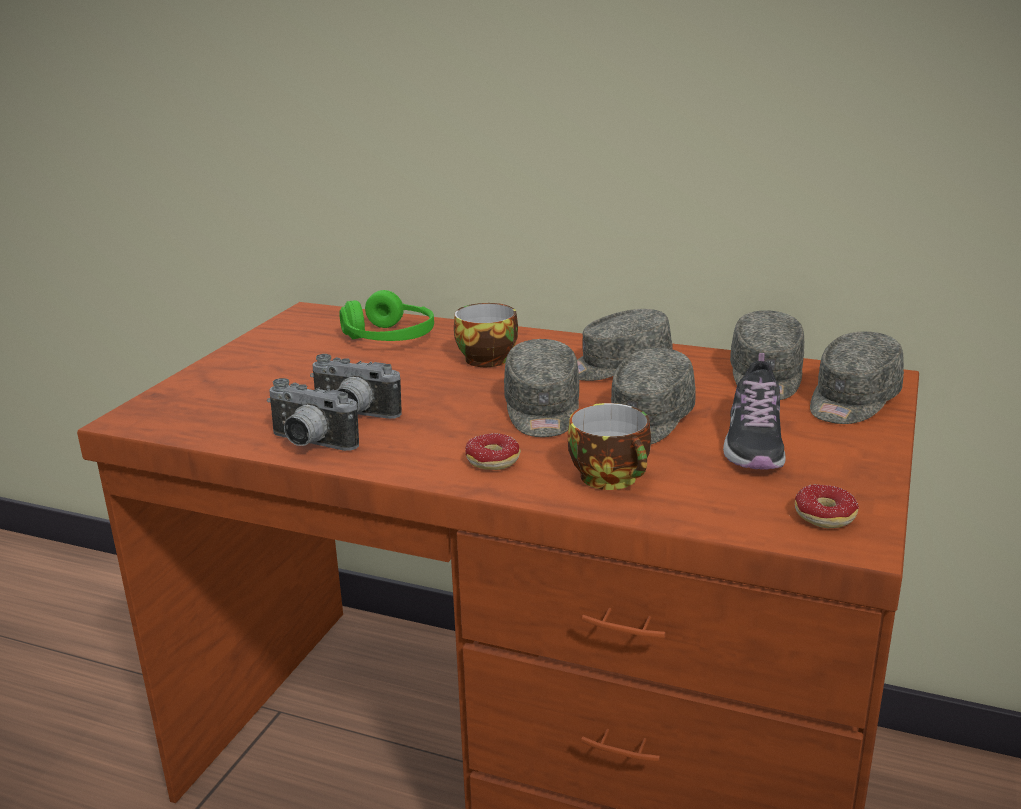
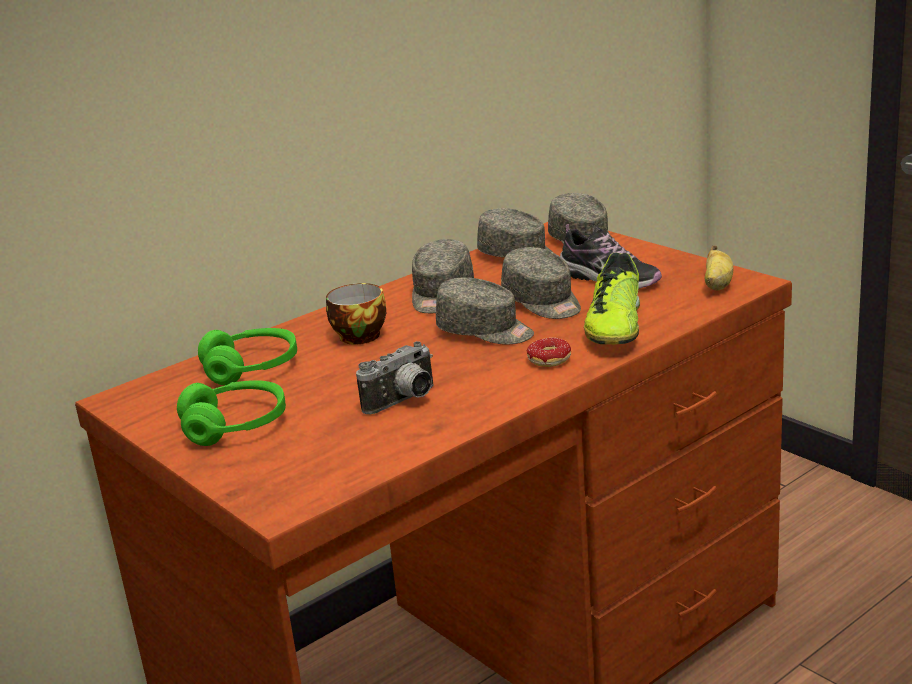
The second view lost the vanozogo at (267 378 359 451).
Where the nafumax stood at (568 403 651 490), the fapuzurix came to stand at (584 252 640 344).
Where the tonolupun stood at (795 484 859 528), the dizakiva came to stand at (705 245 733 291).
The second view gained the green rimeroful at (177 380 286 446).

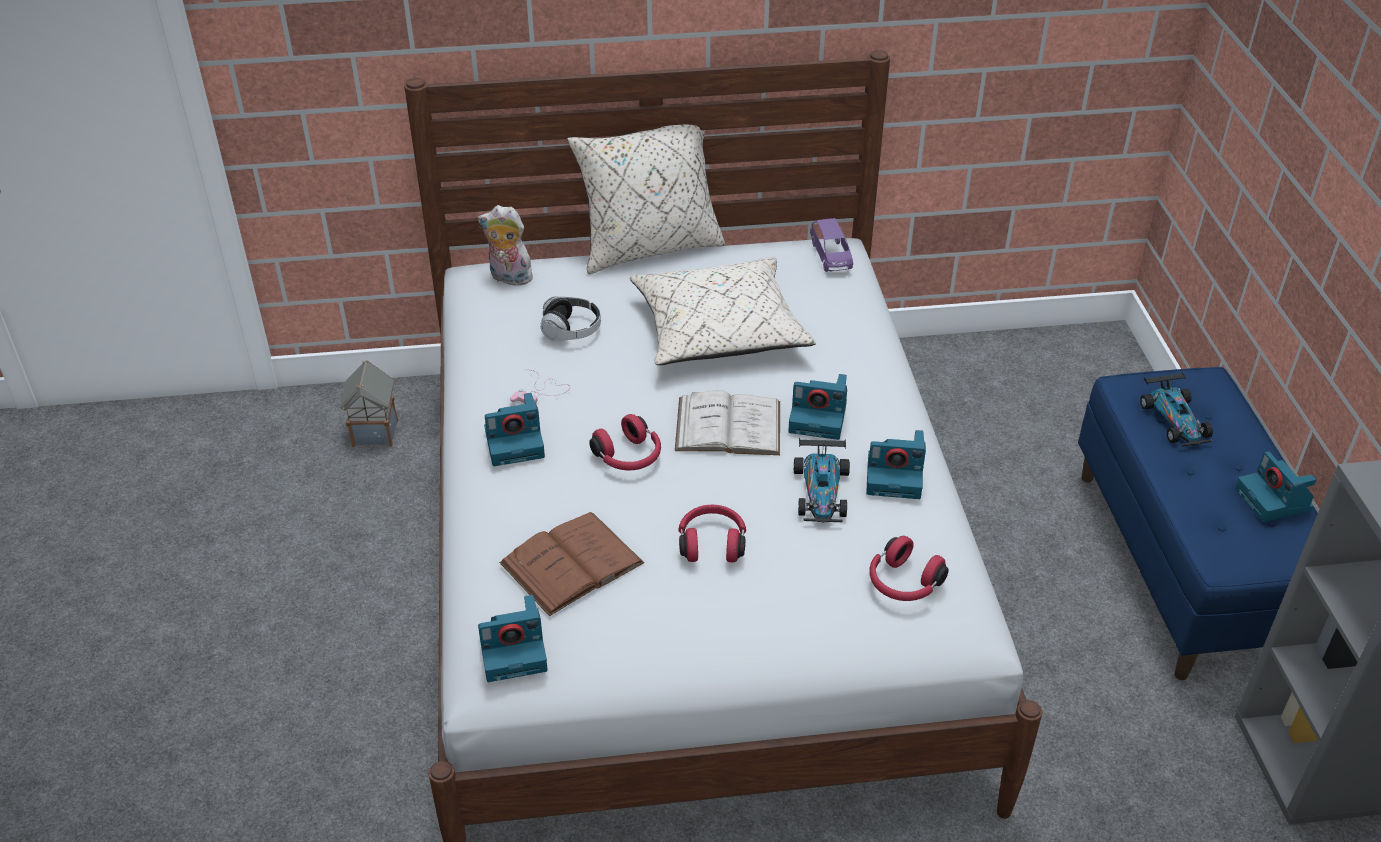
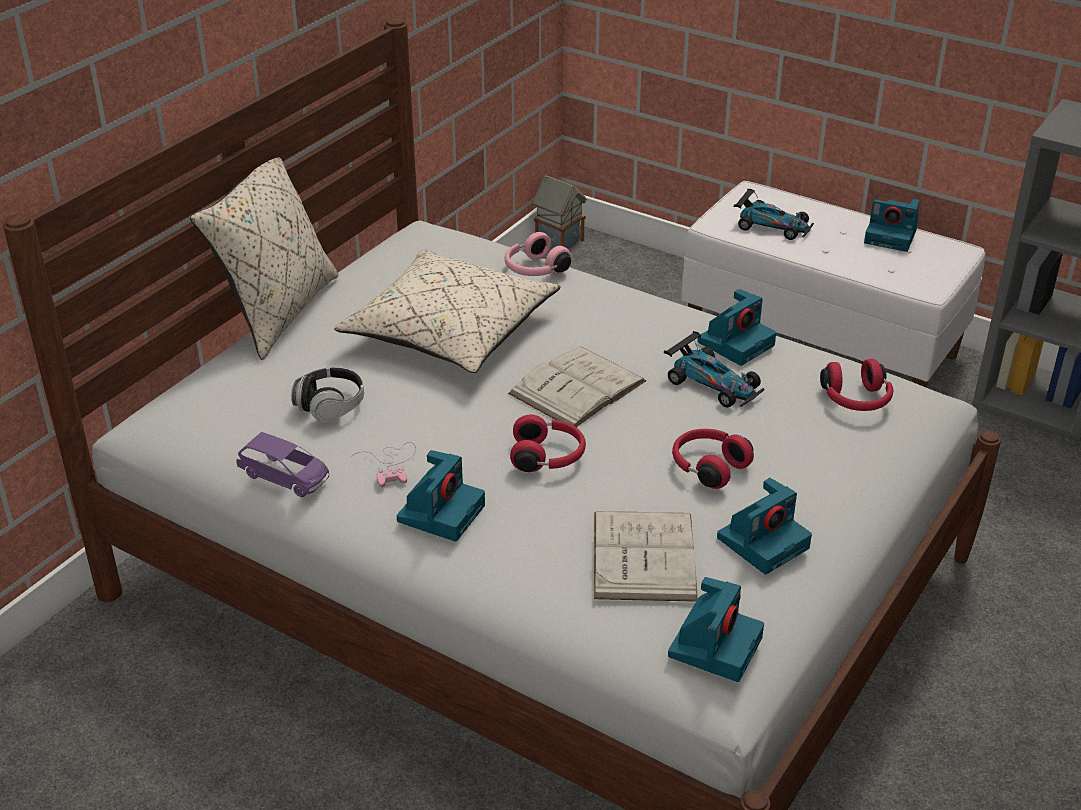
The second view lost the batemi at (478 205 535 286).
The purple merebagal ended up elsewhere, having gone from (810 218 853 272) to (236 432 329 497).
The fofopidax ended up elsewhere, having gone from (340 360 398 447) to (532 174 587 249).
What was the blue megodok at (1078 367 1318 680) turned into the white megodok at (681 181 985 387).
The vanozogo ended up elsewhere, having gone from (788 374 847 440) to (717 478 812 575).
What was the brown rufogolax at (499 512 644 616) turned into the white rufogolax at (594 511 698 602).
The second view gained the pink rimeroful at (504 232 571 276).

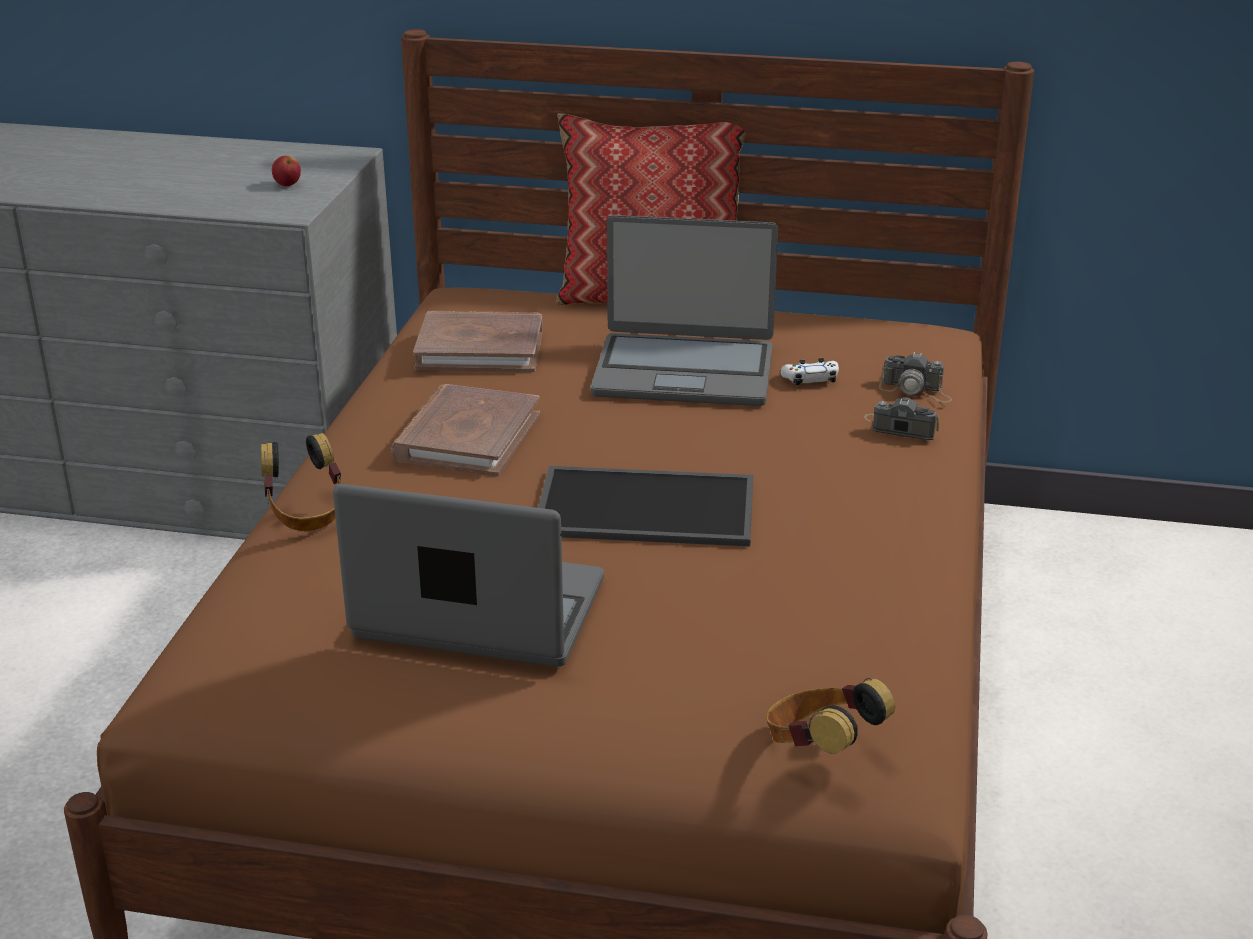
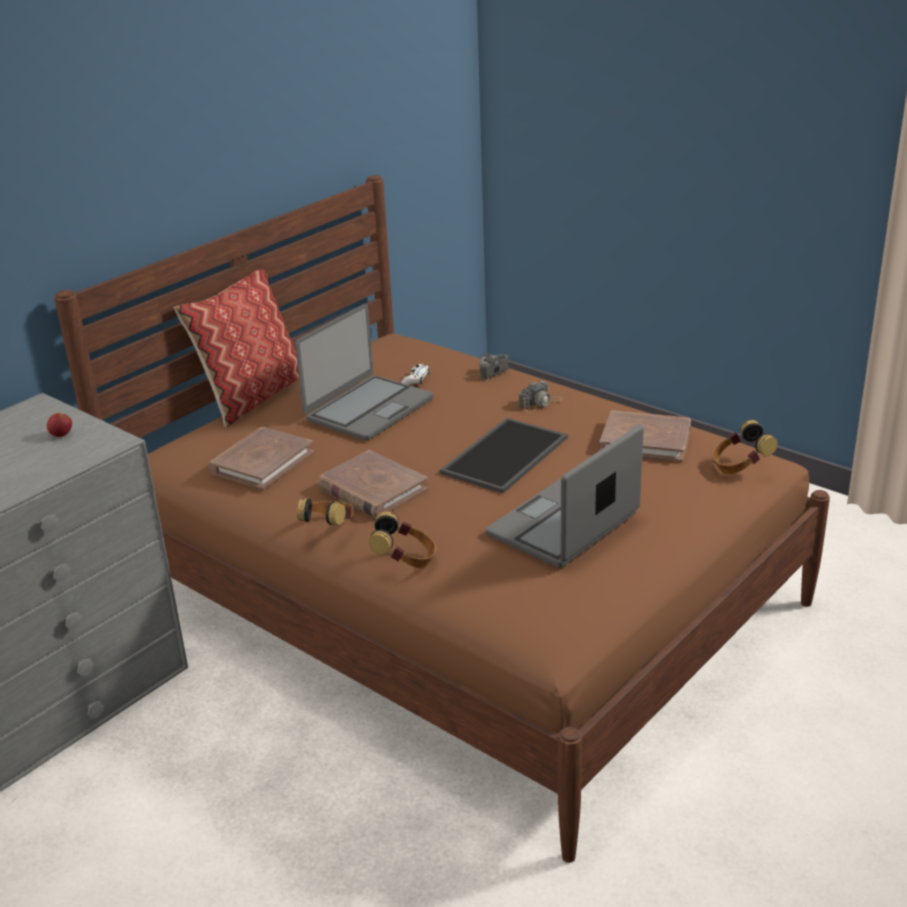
The vanozogo ended up elsewhere, having gone from (879 352 952 402) to (519 381 562 412).
The second view gained the brown rufogolax at (599 410 691 462).
The second view gained the rimeroful at (297 498 354 526).

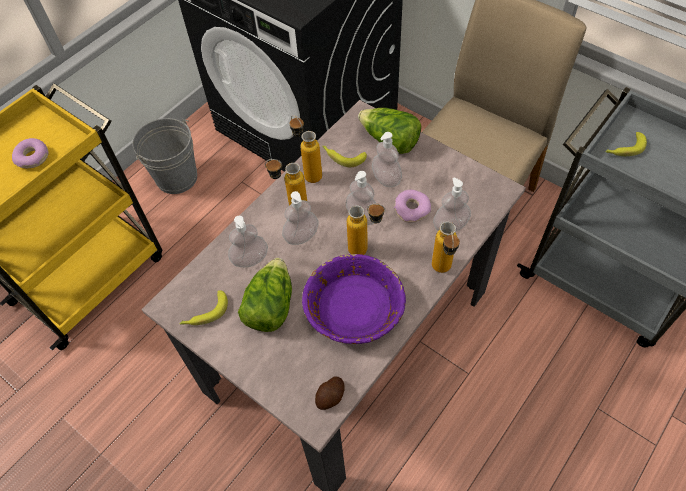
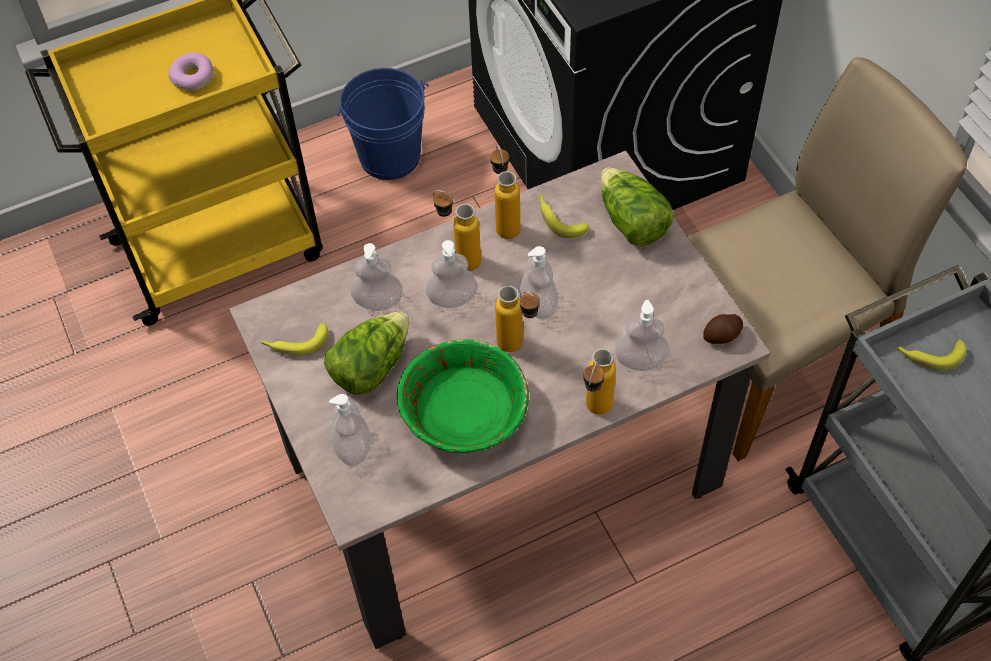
What was the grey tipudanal at (133 118 197 194) turned into the blue tipudanal at (337 68 429 180).
The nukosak ended up elsewhere, having gone from (372 132 402 187) to (329 394 370 466).
The second view lost the tonolupun at (394 190 431 223).
What was the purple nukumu at (302 254 406 344) turned into the green nukumu at (397 339 529 453).
The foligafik ended up elsewhere, having gone from (315 377 345 410) to (703 314 743 344).

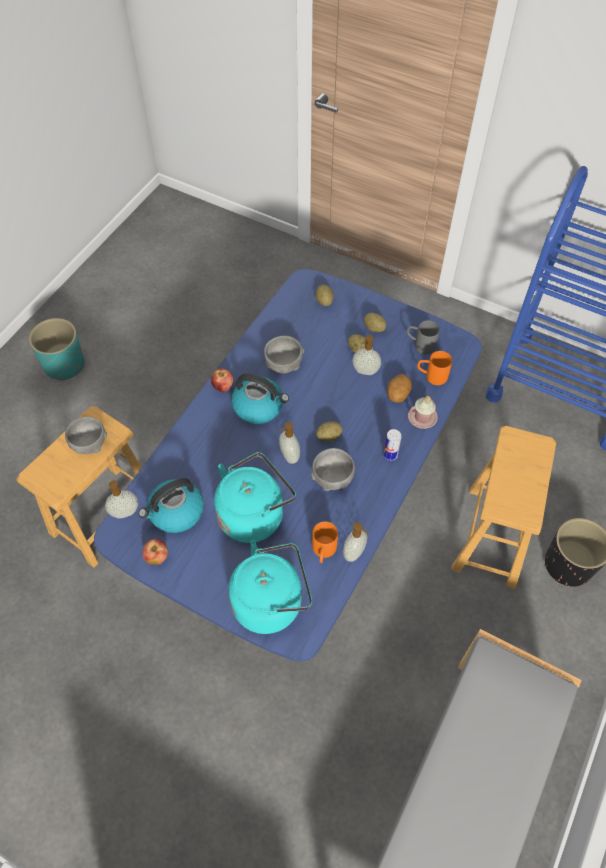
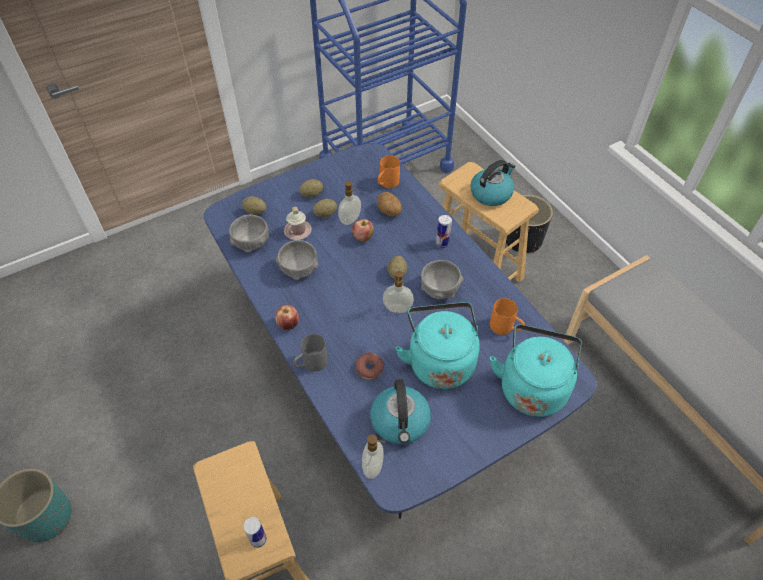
The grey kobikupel ended up elsewhere, having gone from (407 320 440 355) to (293 334 328 372).
The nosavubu ended up elsewhere, having gone from (231 374 289 424) to (471 160 516 206).
The pink kobikupel ended up elsewhere, having gone from (408 396 438 429) to (284 207 312 240).
The grey nukumu ended up elsewhere, having gone from (65 417 107 454) to (229 214 269 253).
The second view lost the nukosak at (343 522 368 562).
The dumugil ended up elsewhere, having gone from (142 539 168 565) to (352 219 374 242).
The second view gained the tonolupun at (355 352 384 379).
The second view gained the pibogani at (244 517 267 548).

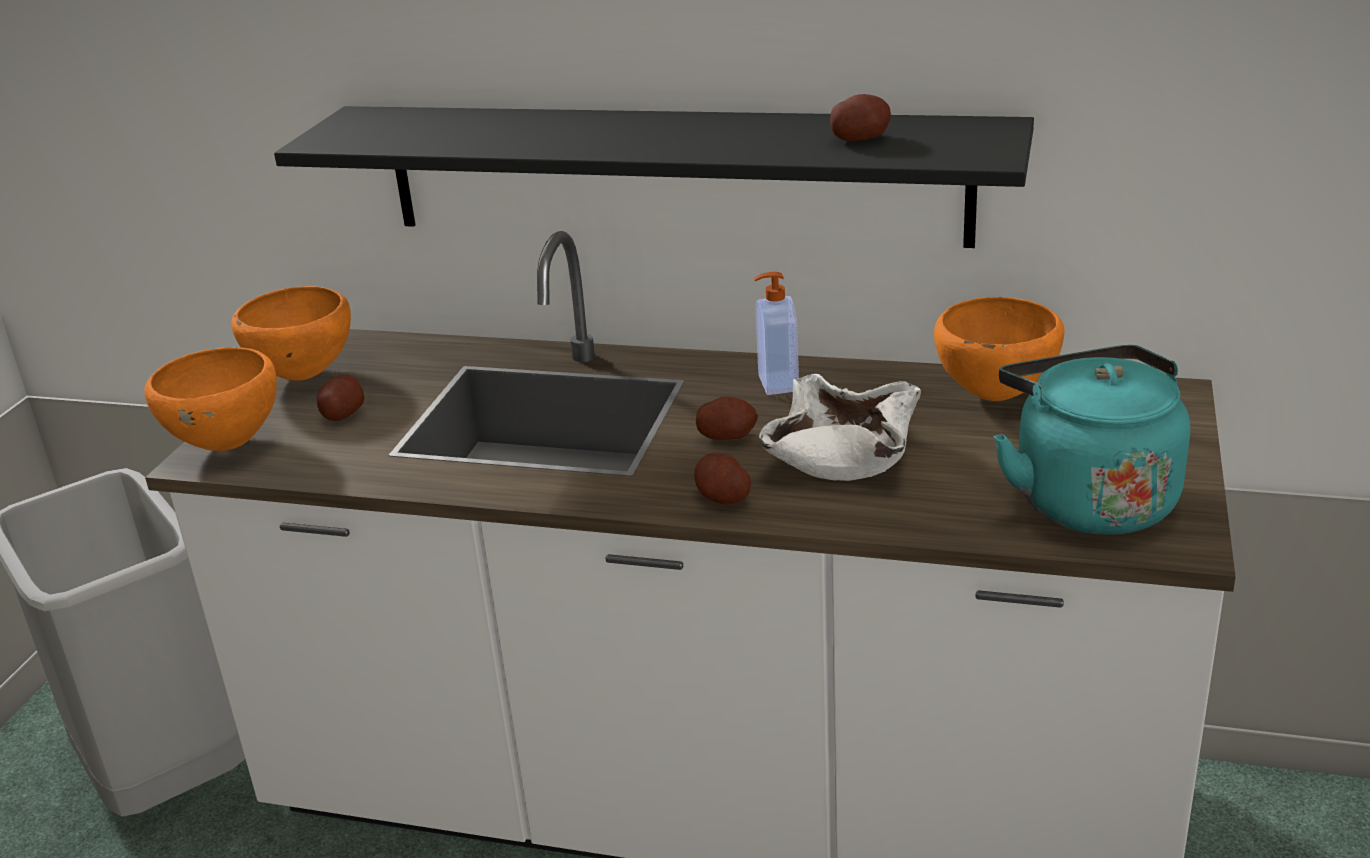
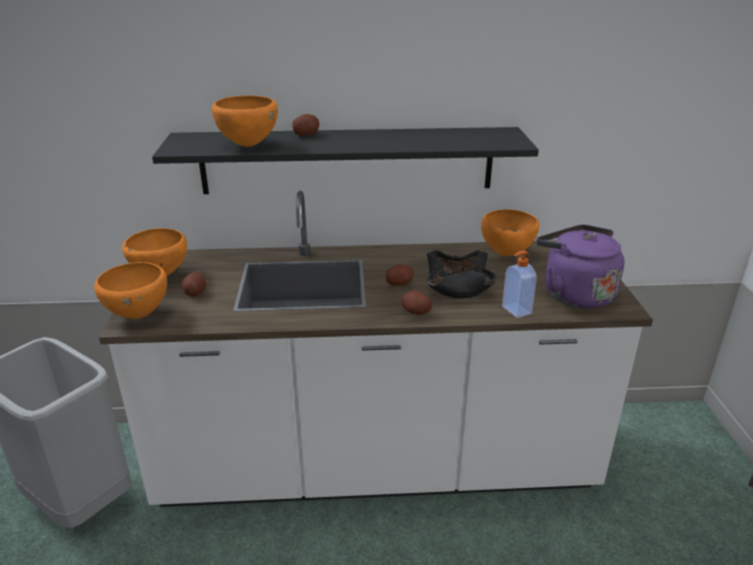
The foligafik ended up elsewhere, having gone from (830 94 891 141) to (292 114 319 136).
The nukosak ended up elsewhere, having gone from (754 272 799 395) to (502 251 537 318).
What was the turquoise nosavubu at (993 345 1190 535) turned into the purple nosavubu at (536 225 625 309).
What was the white nukumu at (759 374 921 481) turned into the black nukumu at (427 250 498 298).
The second view gained the orange nukumu at (212 96 278 147).

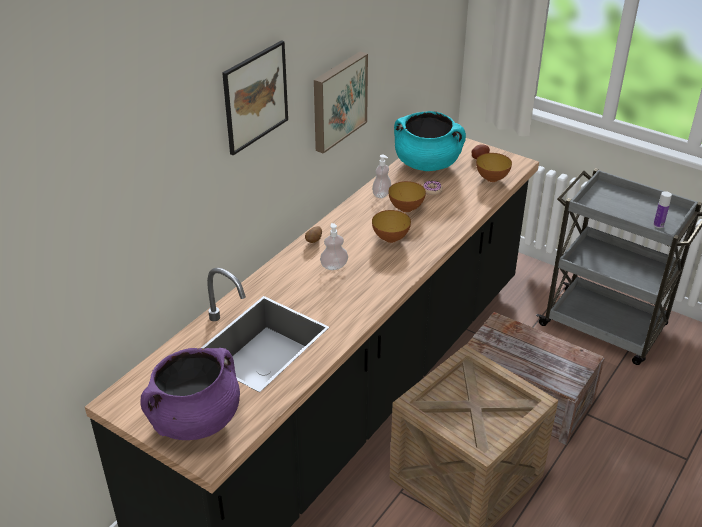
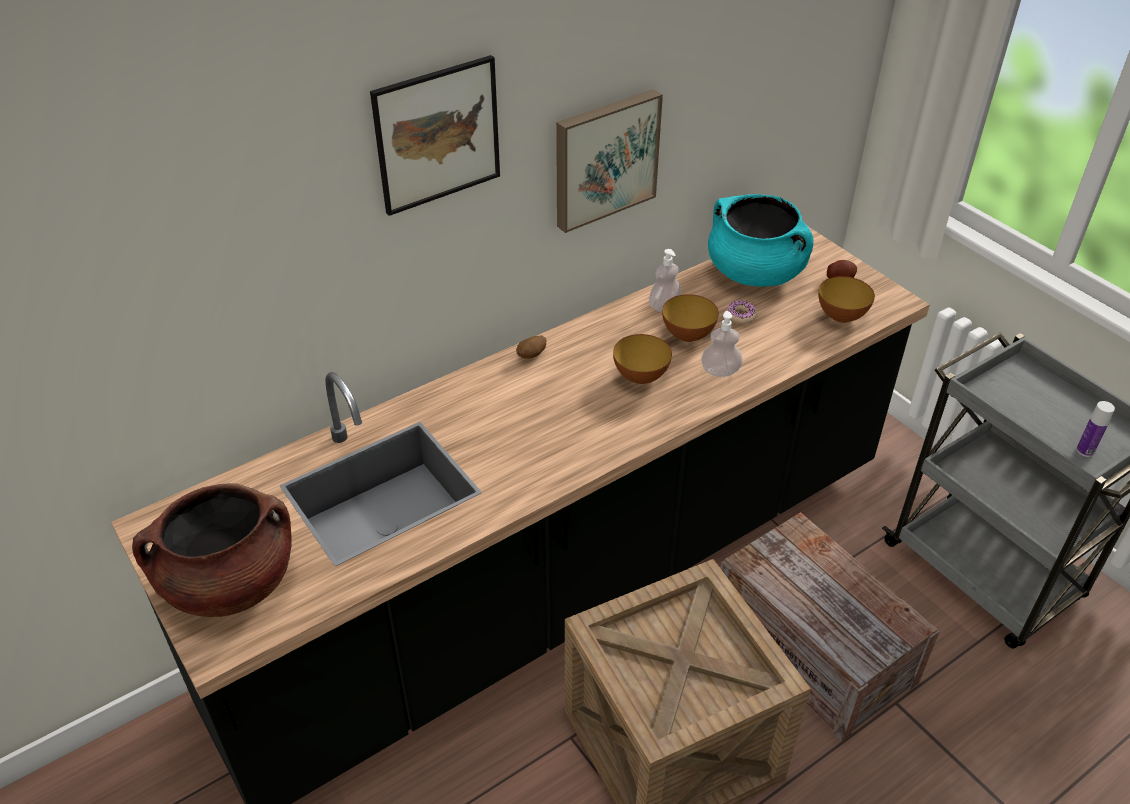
The nukosak ended up elsewhere, having gone from (320 223 348 270) to (701 311 743 377).
What was the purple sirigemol at (140 348 240 440) turned into the brown sirigemol at (132 483 292 617).

